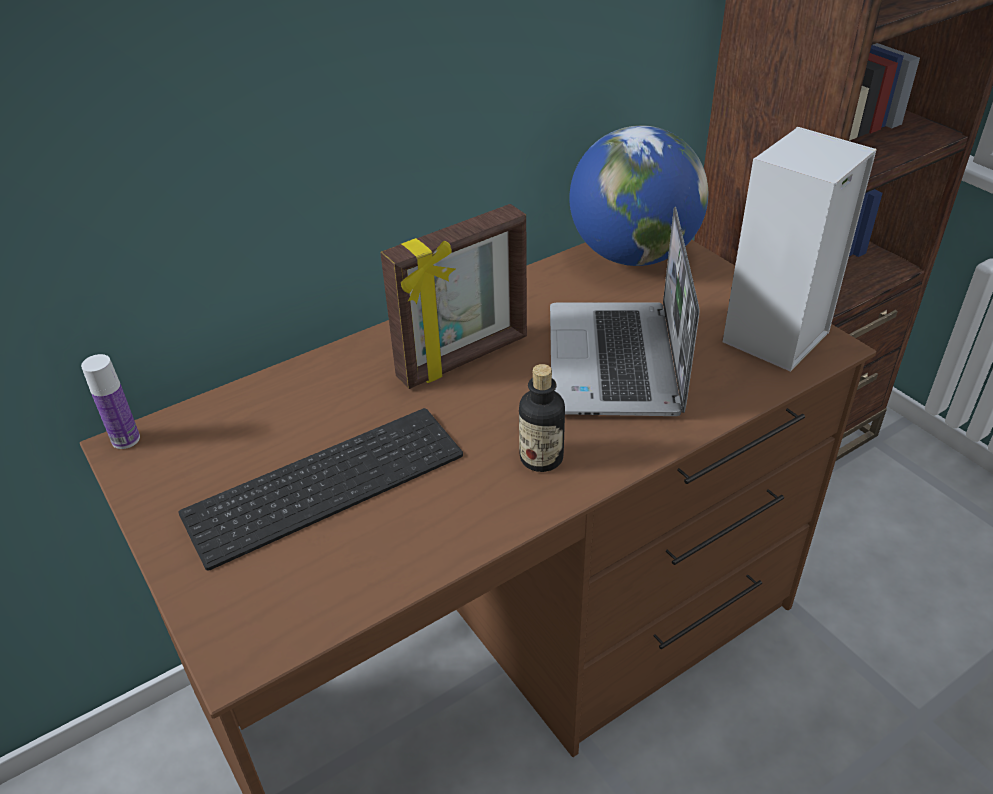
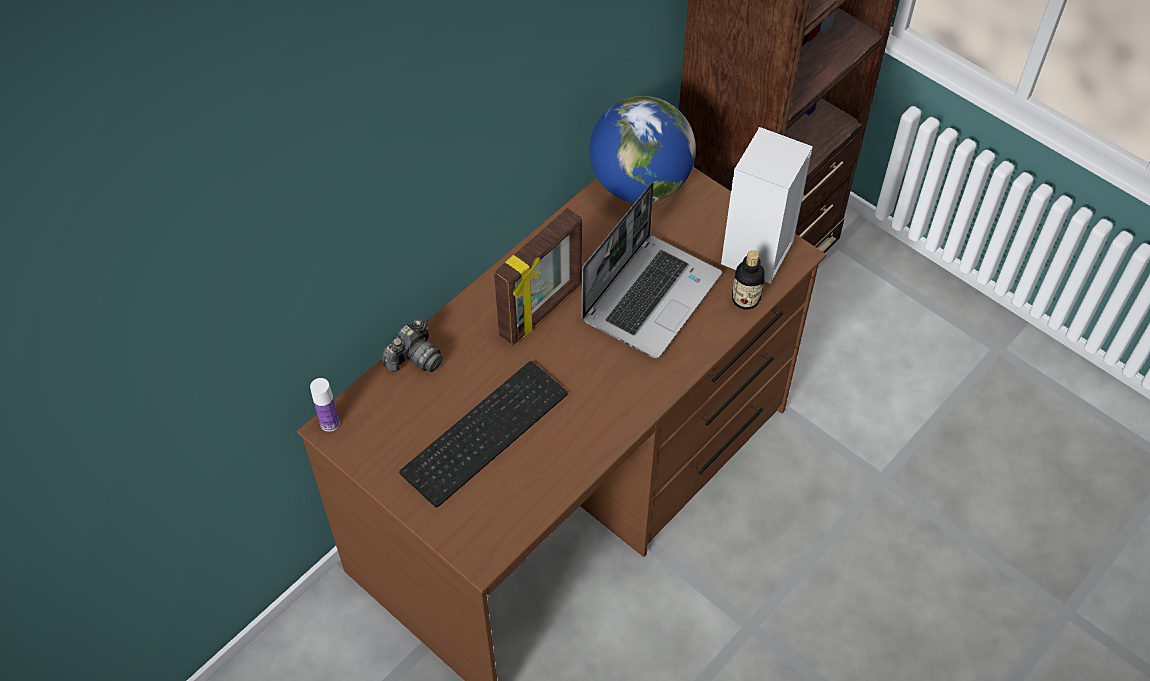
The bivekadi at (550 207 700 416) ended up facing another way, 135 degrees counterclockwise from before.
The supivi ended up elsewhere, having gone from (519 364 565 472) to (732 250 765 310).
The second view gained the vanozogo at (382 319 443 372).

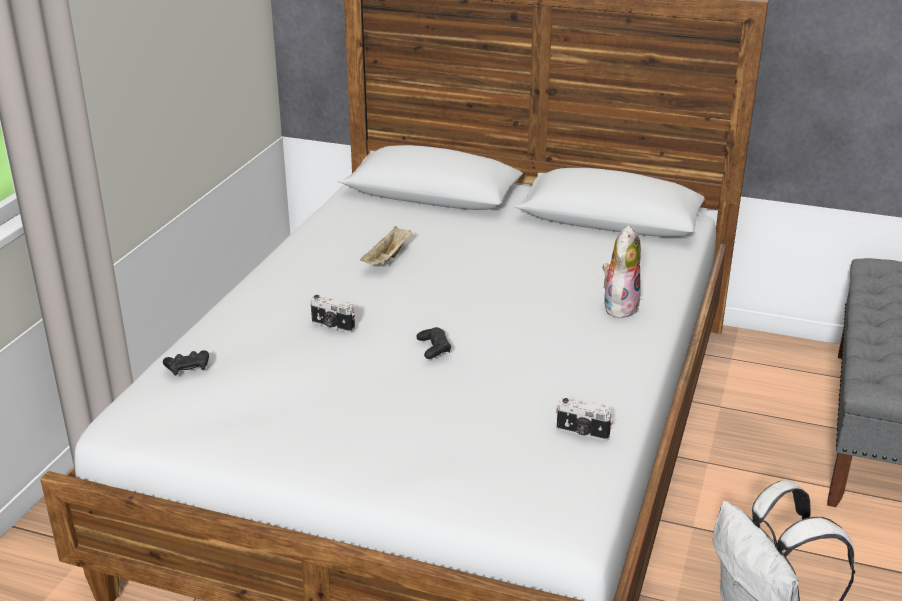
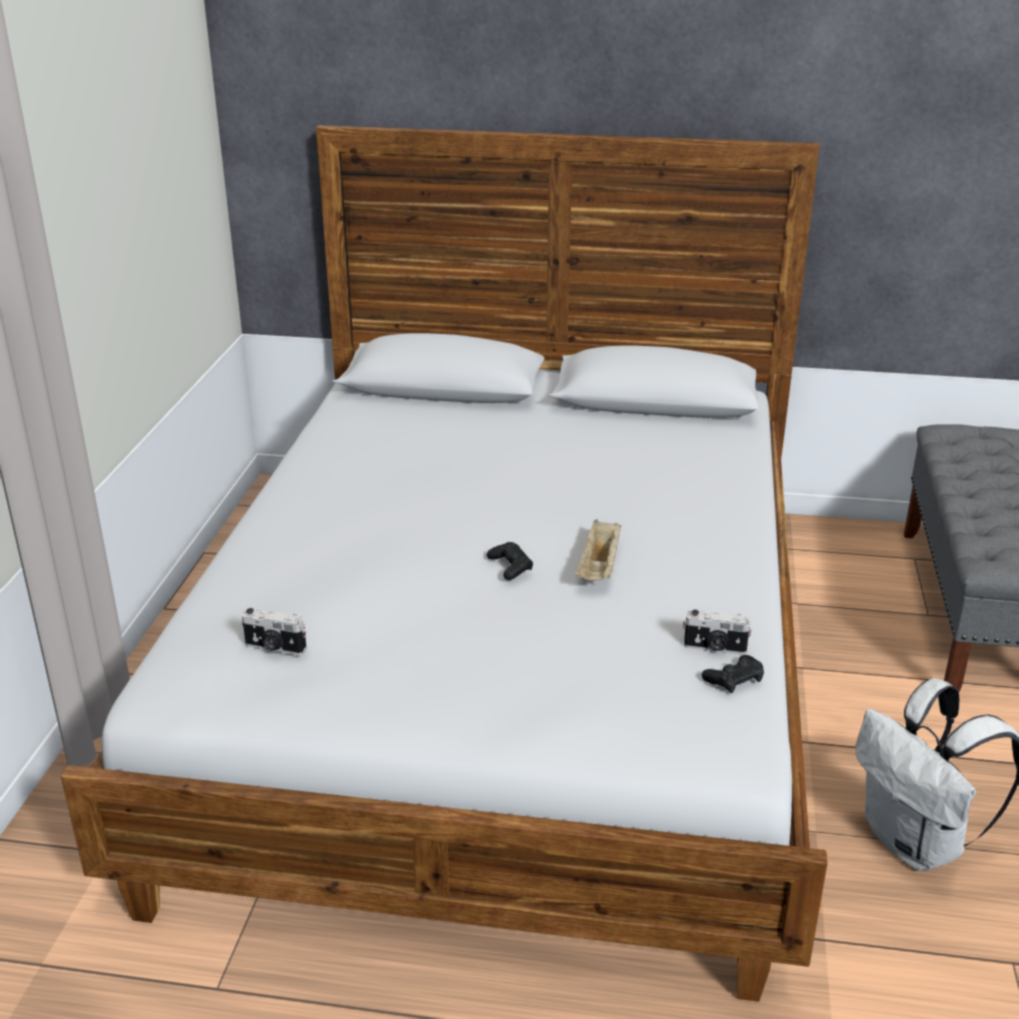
The second view lost the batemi at (602 225 641 320).
The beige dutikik ended up elsewhere, having gone from (360 226 412 265) to (576 519 621 580).
The vanozogo ended up elsewhere, having gone from (310 295 355 333) to (242 608 307 655).
The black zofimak ended up elsewhere, having gone from (163 350 209 376) to (702 655 764 693).

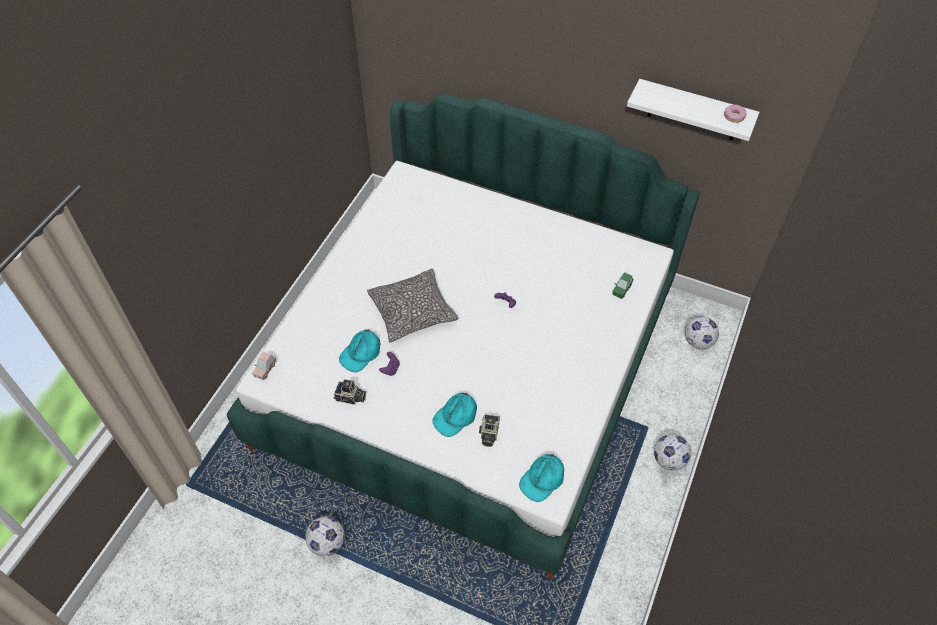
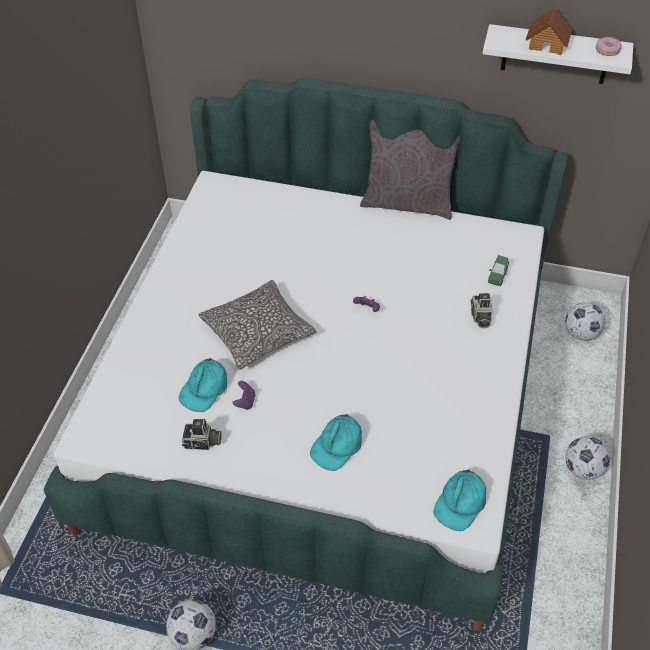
The second view lost the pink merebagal at (252 352 277 380).
The vanozogo ended up elsewhere, having gone from (479 415 500 447) to (471 293 492 328).
The second view gained the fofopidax at (526 7 572 55).
The second view gained the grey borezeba at (360 120 460 220).

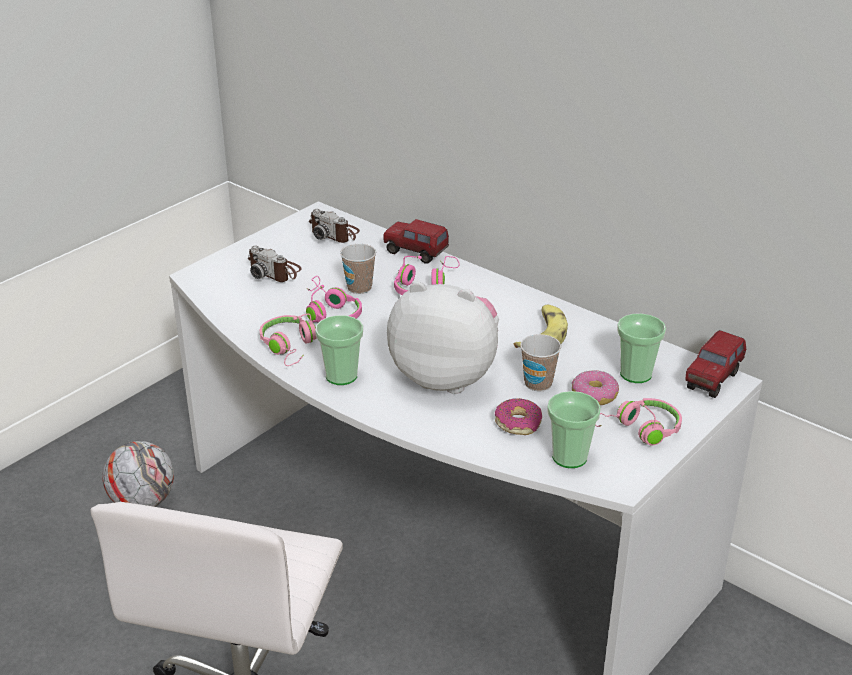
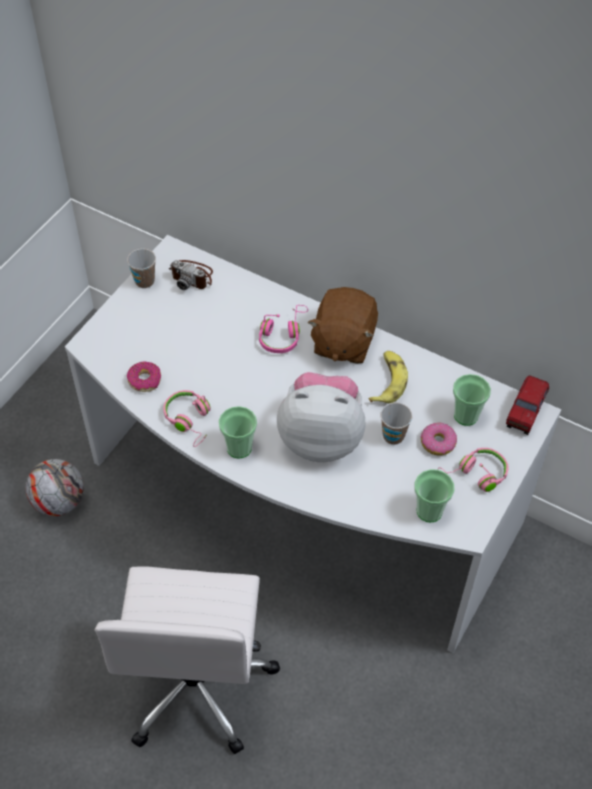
The second view lost the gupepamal at (383 219 449 264).
The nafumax ended up elsewhere, having gone from (340 244 376 294) to (127 249 156 288).
The second view lost the vanozogo at (248 246 302 282).
The second view lost the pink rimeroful at (306 276 362 322).
The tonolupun ended up elsewhere, having gone from (495 398 542 435) to (127 361 161 392).
The second view gained the brown batemi at (308 287 378 364).

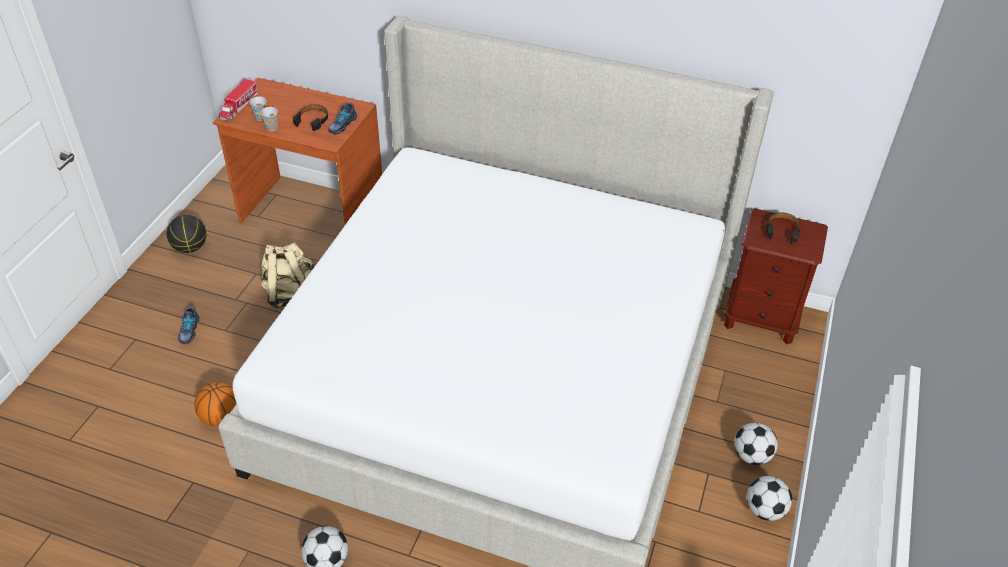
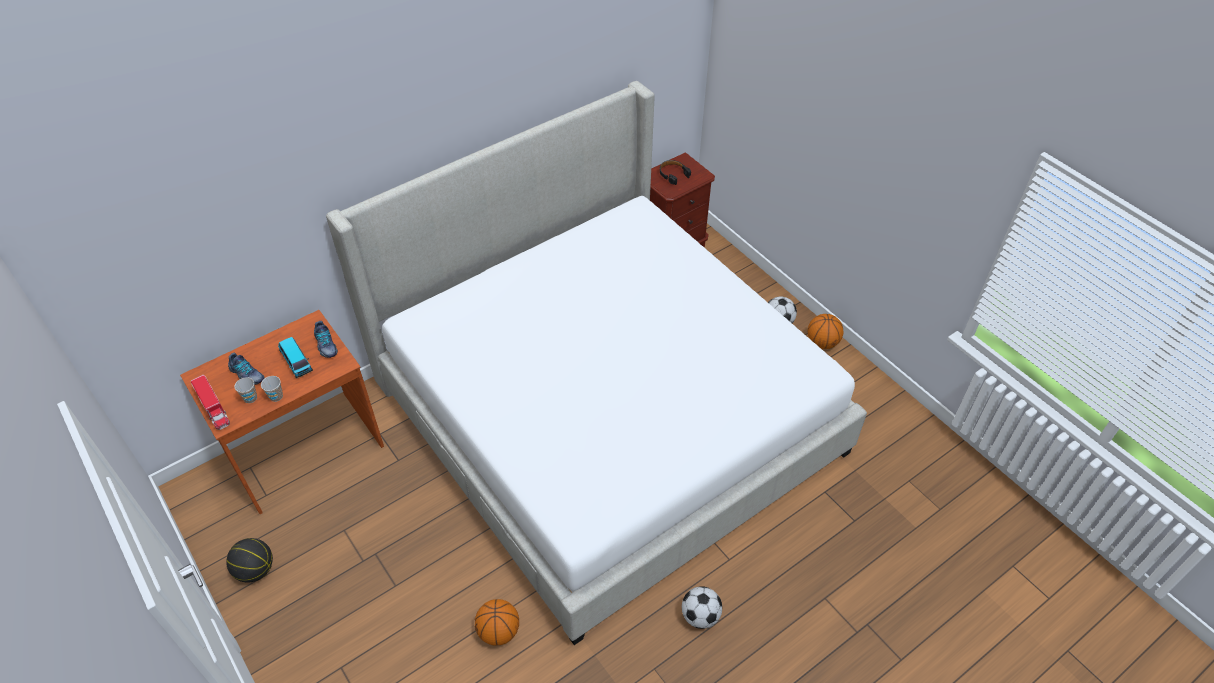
Where the black rimeroful stood at (293 104 328 131), the merebagal came to stand at (278 337 313 378).
The second view lost the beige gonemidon at (261 243 315 308).
The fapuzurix ended up elsewhere, having gone from (178 307 200 344) to (228 353 264 385).
Where the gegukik stood at (747 476 792 521), the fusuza came to stand at (807 314 844 349).

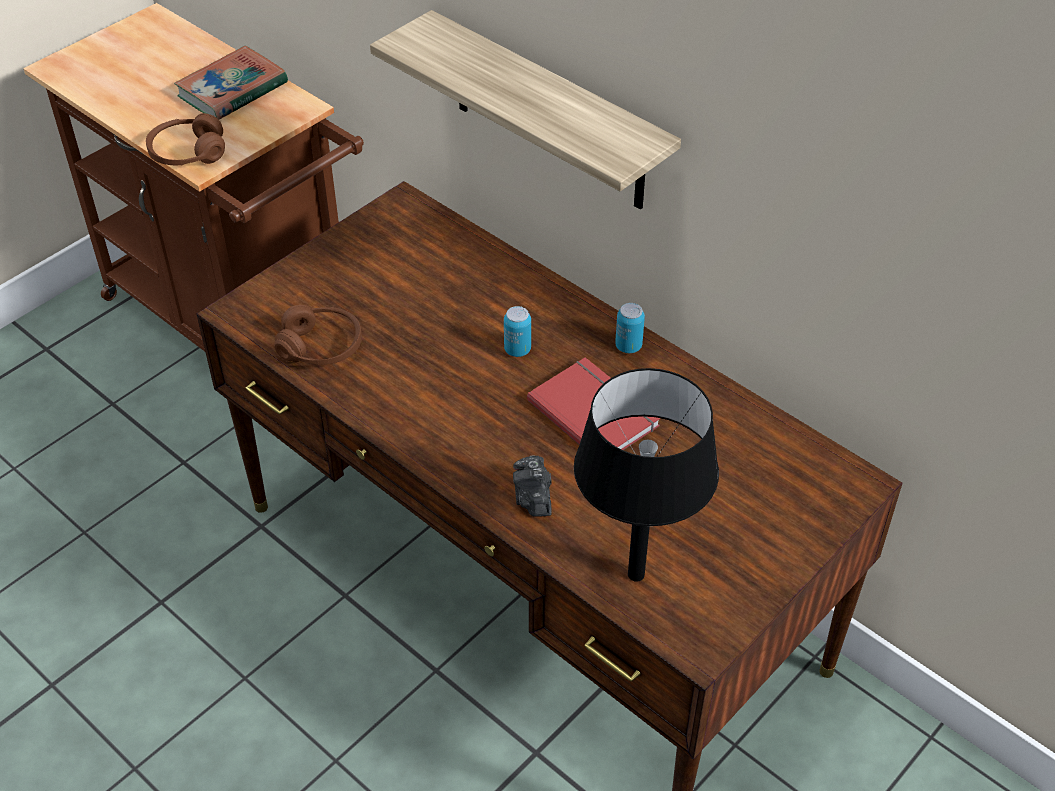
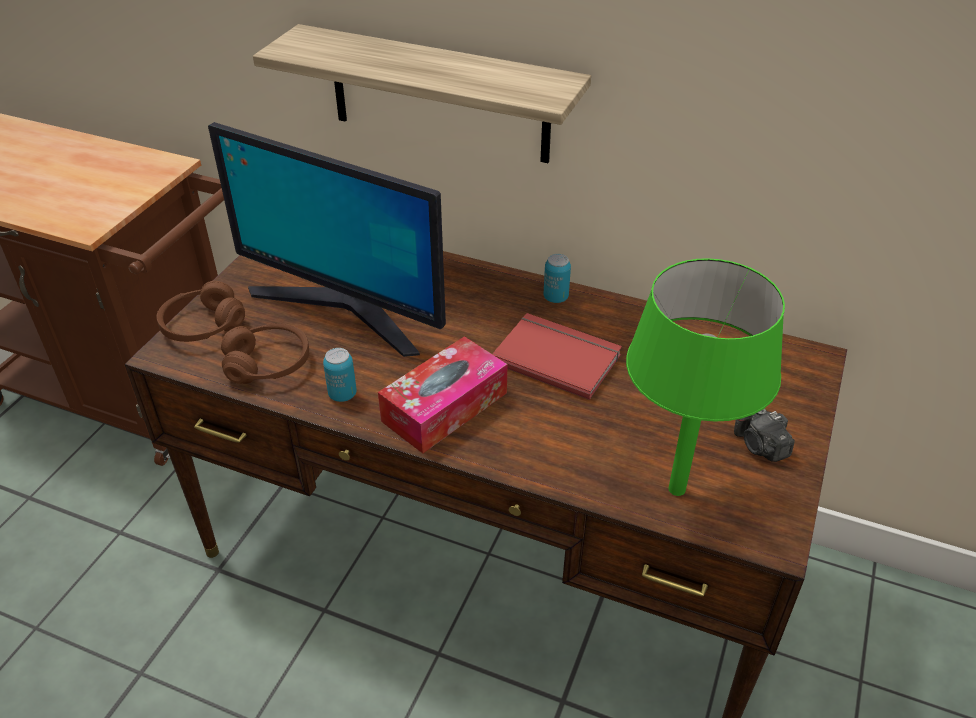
The second view lost the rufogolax at (174 46 288 120).
The brown rimeroful ended up elsewhere, having gone from (146 113 225 166) to (157 281 245 342).
The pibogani ended up elsewhere, having gone from (504 306 531 357) to (323 348 357 402).
What was the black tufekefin at (574 368 719 582) turned into the green tufekefin at (626 258 785 496).
The vanozogo ended up elsewhere, having gone from (513 455 552 517) to (734 408 795 462).
The second view gained the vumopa at (208 122 446 357).
The second view gained the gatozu at (378 336 507 453).

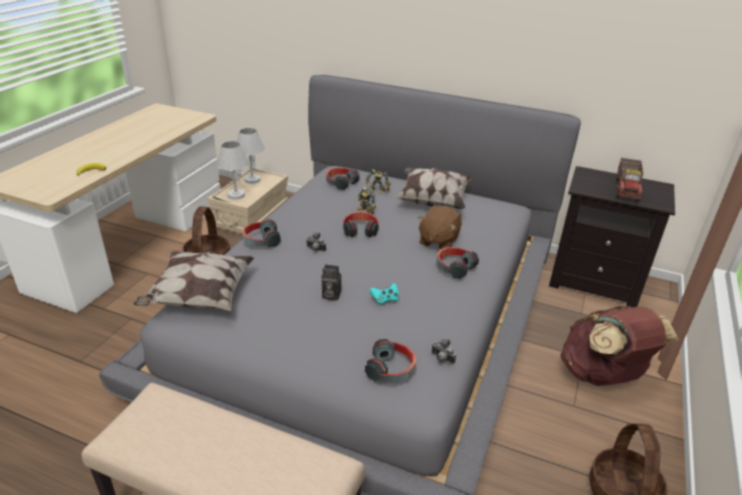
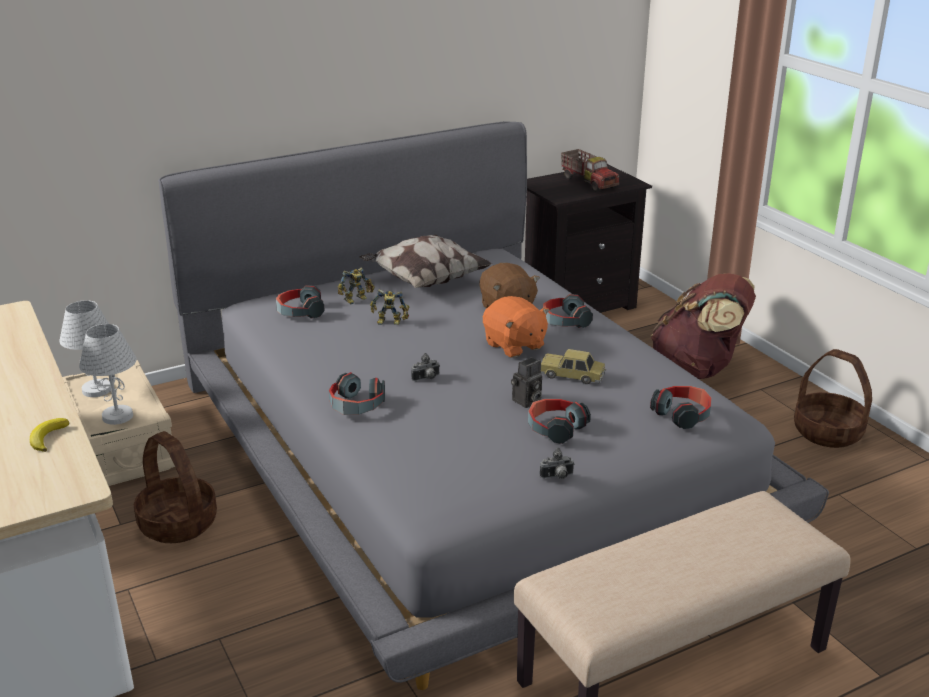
The rimeroful ended up elsewhere, having gone from (343 211 379 237) to (528 399 591 444).
The second view lost the borezeba at (133 251 255 311).
Where the turquoise zofimak stood at (370 283 399 305), the merebagal came to stand at (541 349 606 384).
The vanozogo ended up elsewhere, having gone from (431 339 456 364) to (540 448 575 479).
The second view gained the orange batemi at (483 296 549 358).

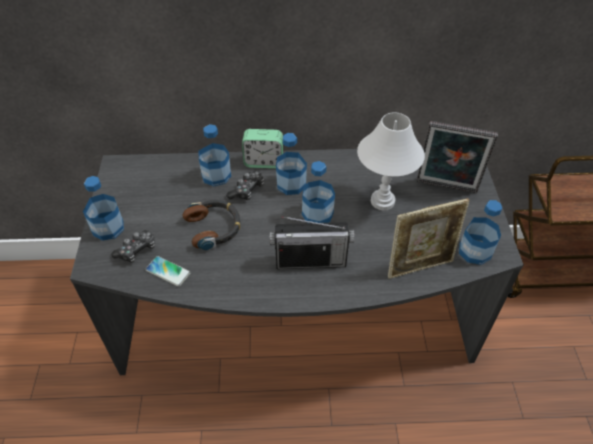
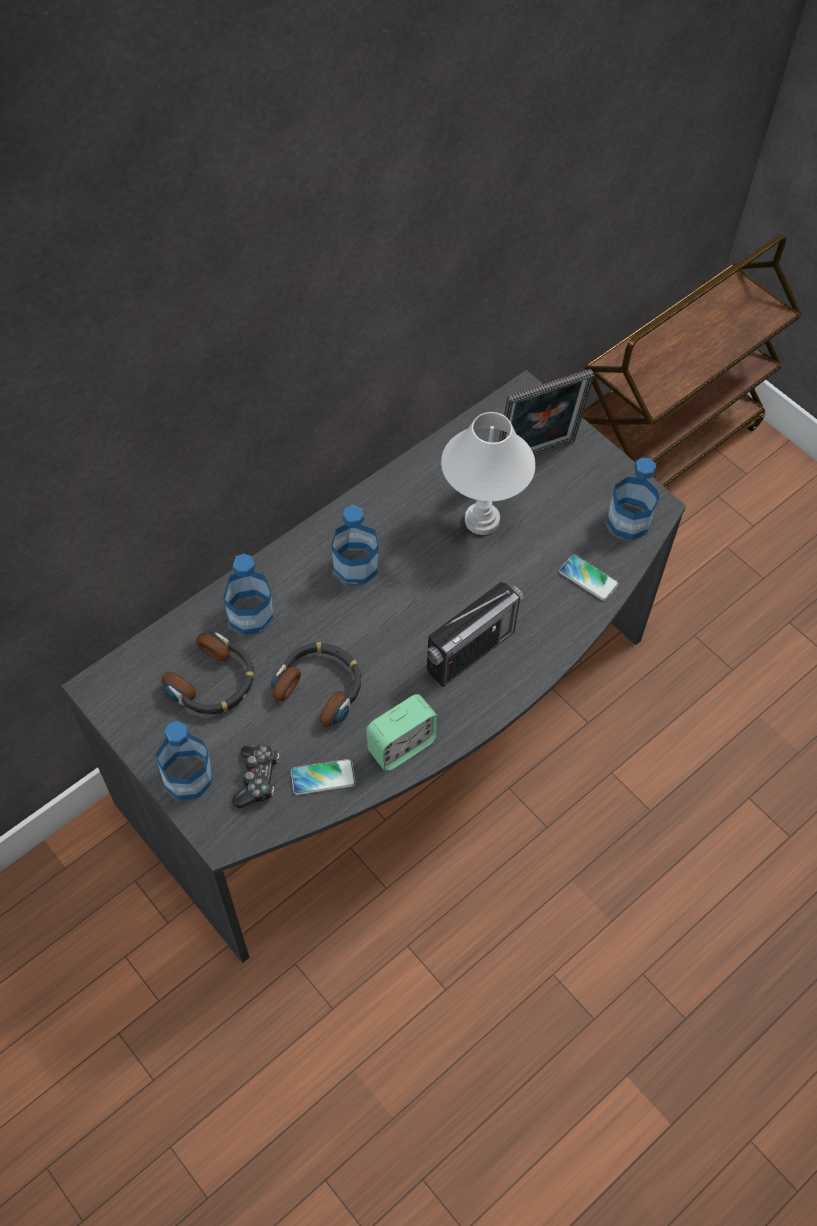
The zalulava ended up elsewhere, having gone from (242 129 283 169) to (366 694 438 772).
The second view lost the supivi at (302 161 335 223).
The second view lost the zofimak at (226 171 264 200).
Where the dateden stood at (388 198 470 279), the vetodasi came to stand at (559 554 619 601).
The second view gained the rimeroful at (161 632 254 714).

